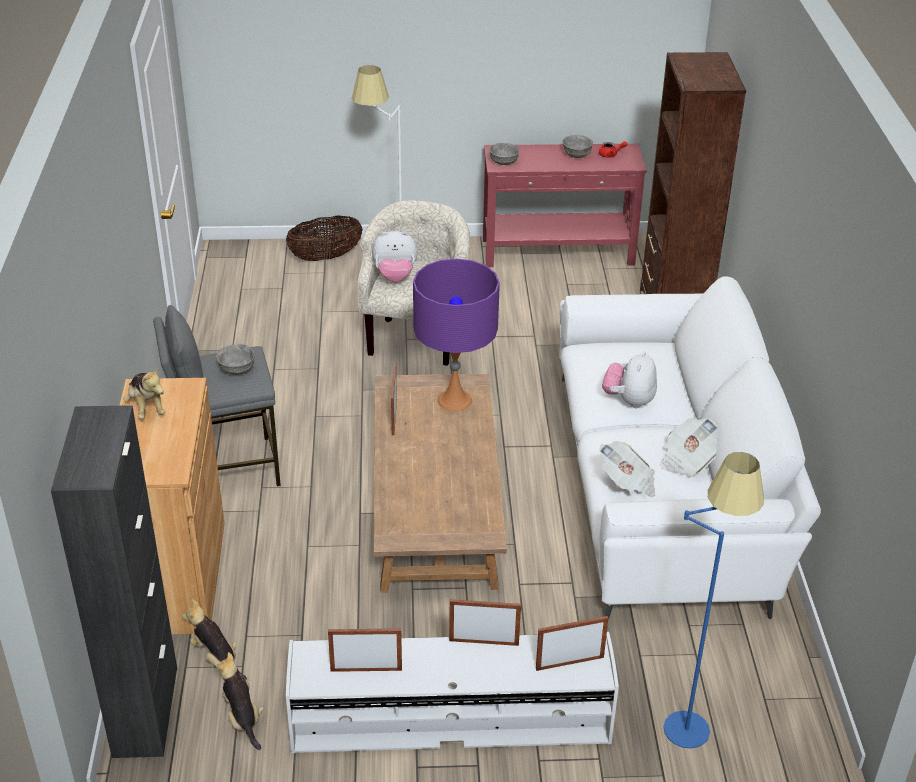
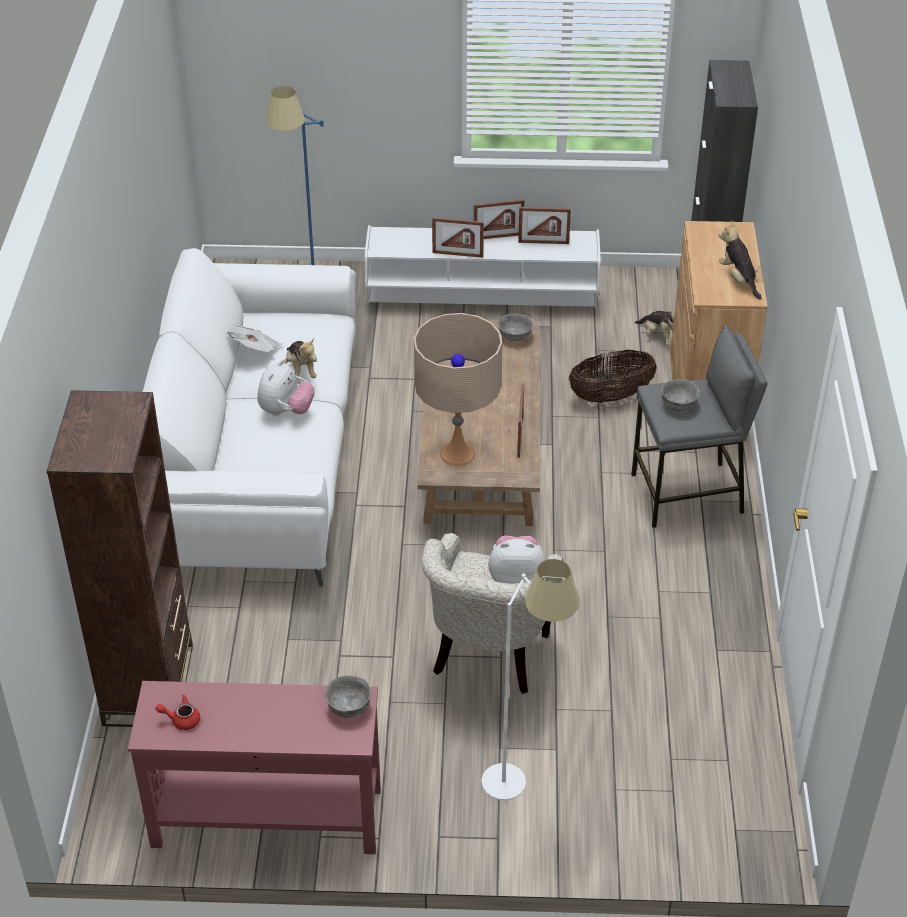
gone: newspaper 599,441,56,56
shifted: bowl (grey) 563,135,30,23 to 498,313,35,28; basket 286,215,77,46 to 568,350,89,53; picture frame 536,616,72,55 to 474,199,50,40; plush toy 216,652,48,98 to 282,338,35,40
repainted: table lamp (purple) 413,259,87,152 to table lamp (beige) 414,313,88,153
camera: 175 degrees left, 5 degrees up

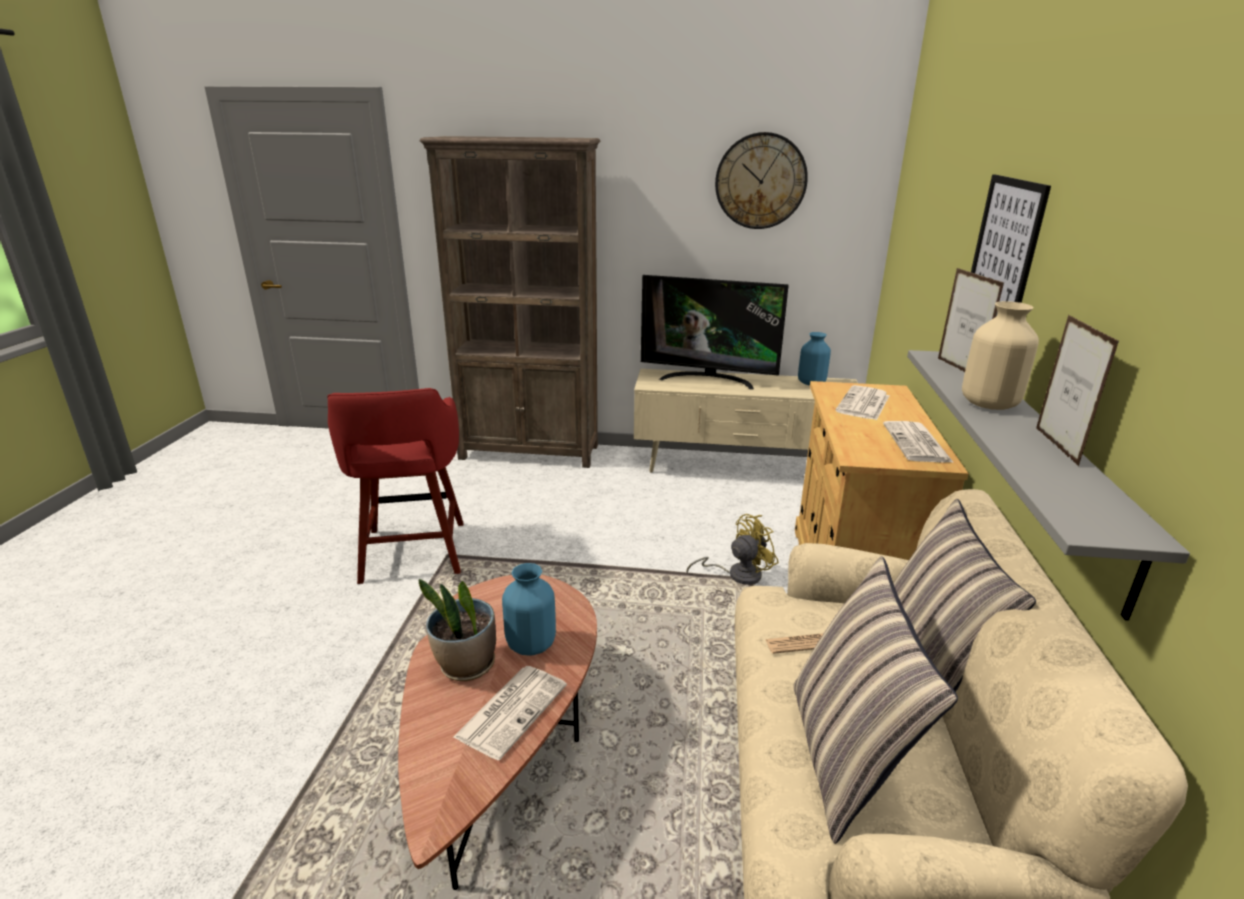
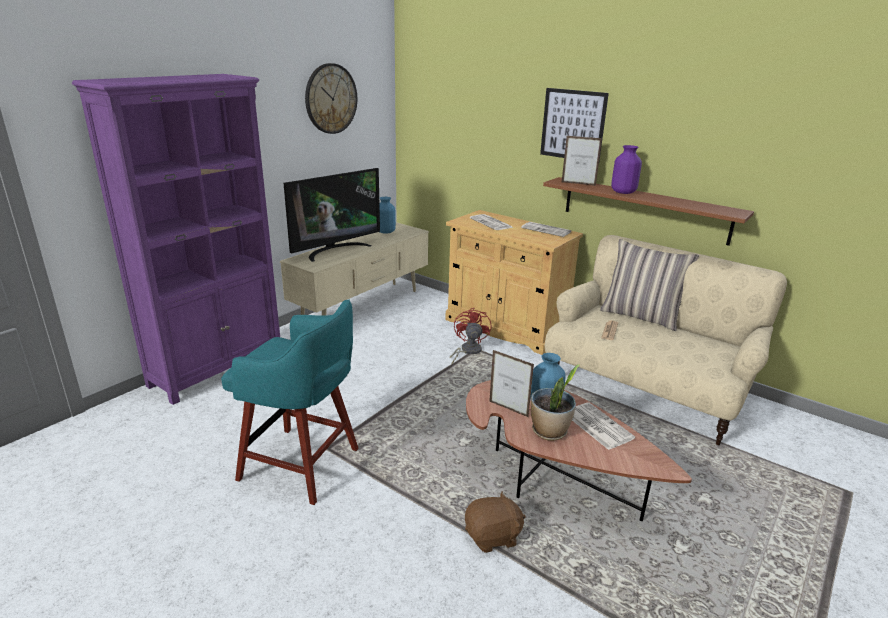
gone: pillow 793,556,165,288
new: plush toy (brown) 465,491,60,62
shifted: picture frame 1036,315,83,151 to 489,350,45,68
repainted: bookcase (brown) 419,136,181,332 to bookcase (purple) 72,74,208,331; vase (beige) 962,301,77,109 to vase (purple) 611,145,31,49; shelf (grey) 907,350,283,271 to shelf (brown) 543,177,211,69; stool (red) 327,388,137,196 to stool (turquoise) 221,299,138,206; fan (yellow) 687,514,92,71 to fan (red) 450,308,42,57
camera: 60 degrees left, 0 degrees up

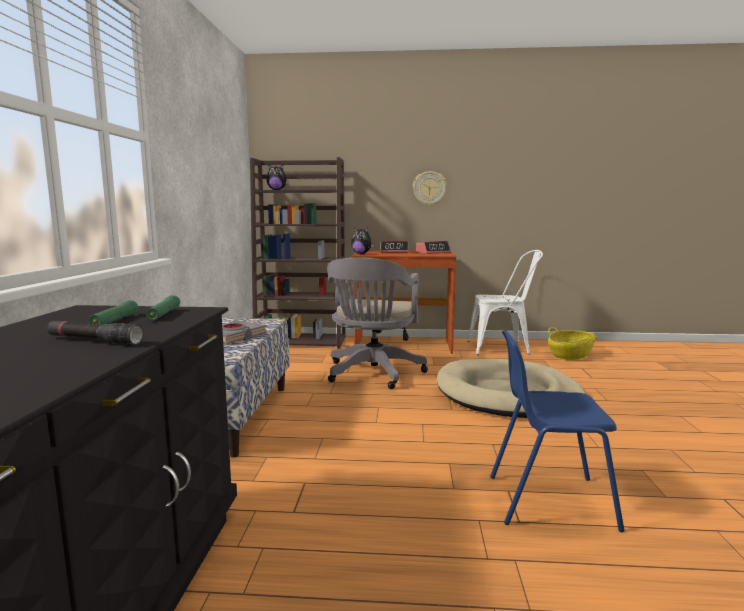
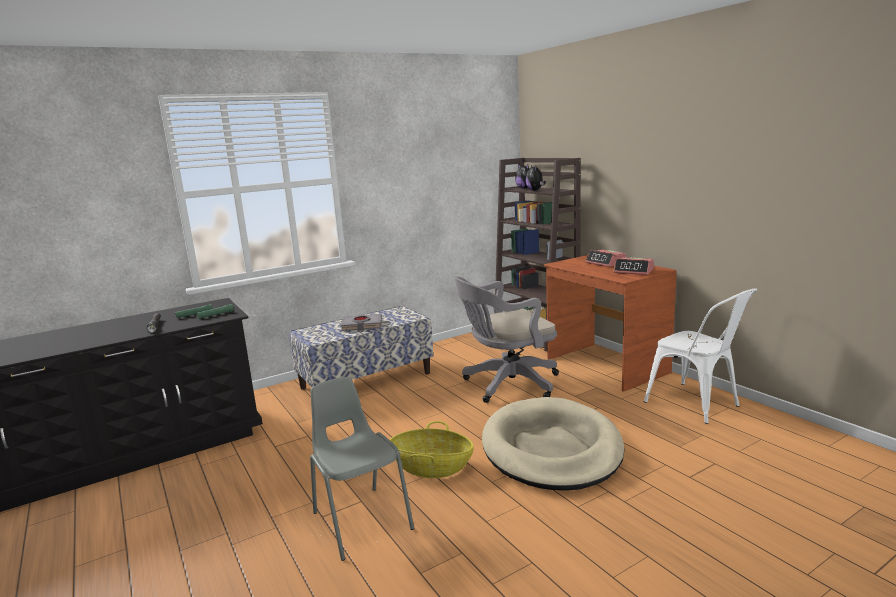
gone: wall clock 413,171,34,35
shifted: plush toy 351,227,24,27 to 526,165,20,26; basket 548,327,50,33 to 390,421,83,57
repainted: chair (blue) 490,330,134,202 to chair (grey) 310,377,104,184
camera: 55 degrees right, 5 degrees up

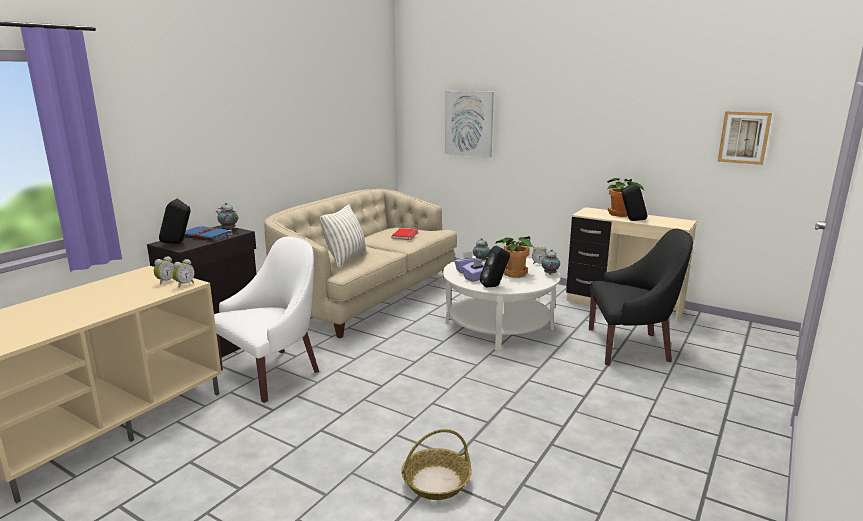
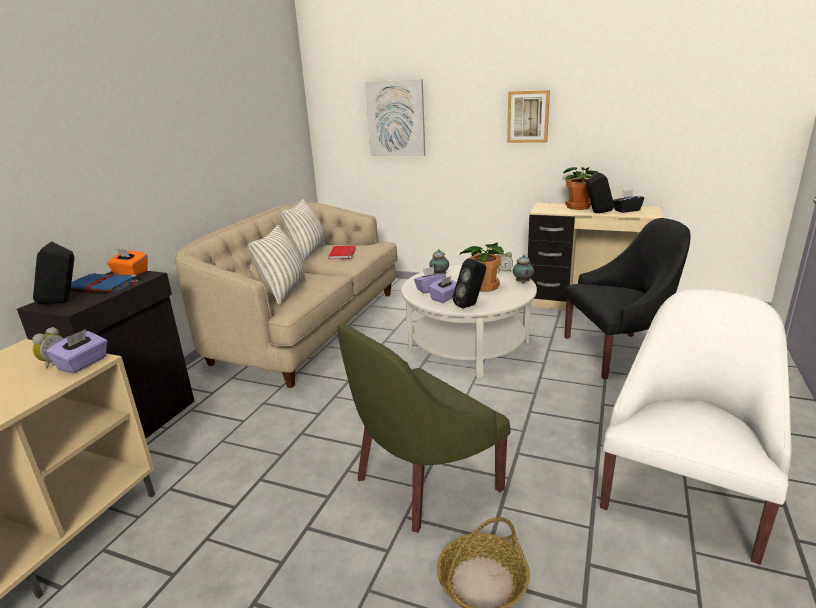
new: tissue box (black) 613,190,31,23; pillow 281,199,44,63; armchair (green) 337,324,174,209
shifted: picture 718,111,54,54 to 507,90,43,53; armchair (white) 214,237,105,166 to 600,289,192,276
swapped: teapot 216,202,22,28 to tissue box (orange) 107,249,41,26; alarm clock 172,259,23,28 to tissue box (purple) 46,329,61,45
camera: 10 degrees left, 5 degrees up

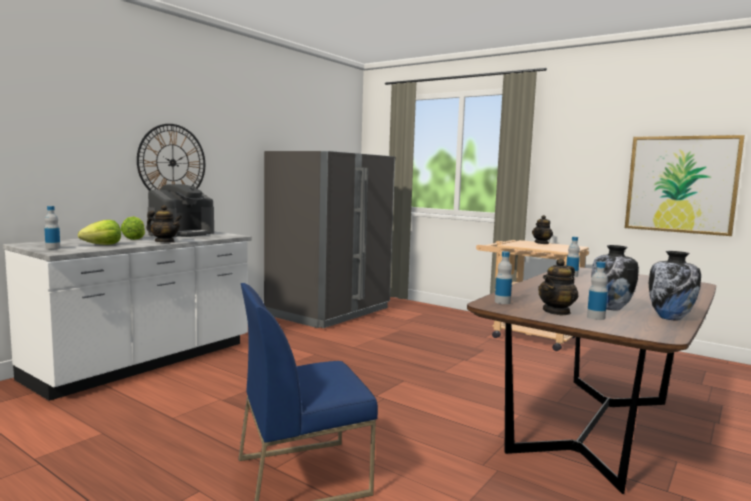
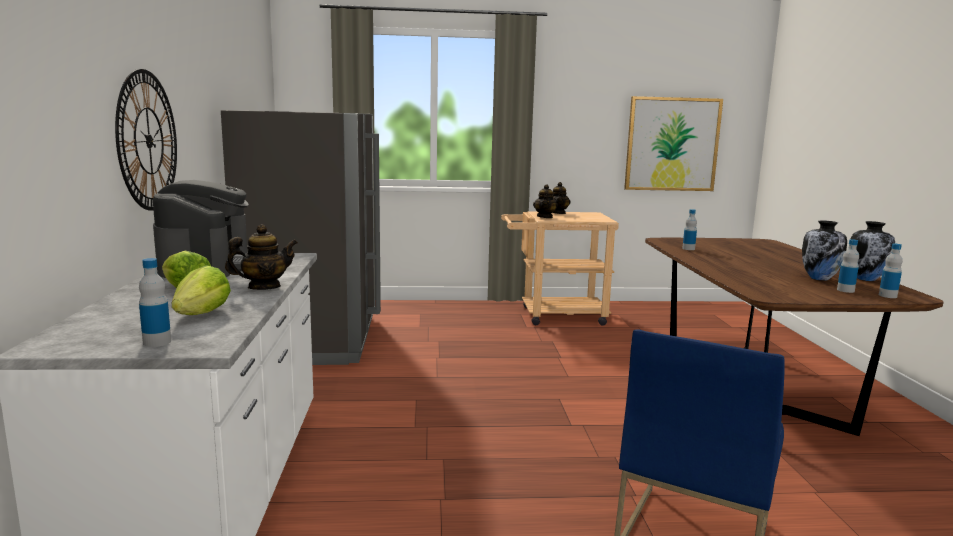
shifted: bottle 495,251,17,53 to 879,244,24,54; teapot 538,258,40,58 to 533,184,25,34
camera: 40 degrees left, 5 degrees up

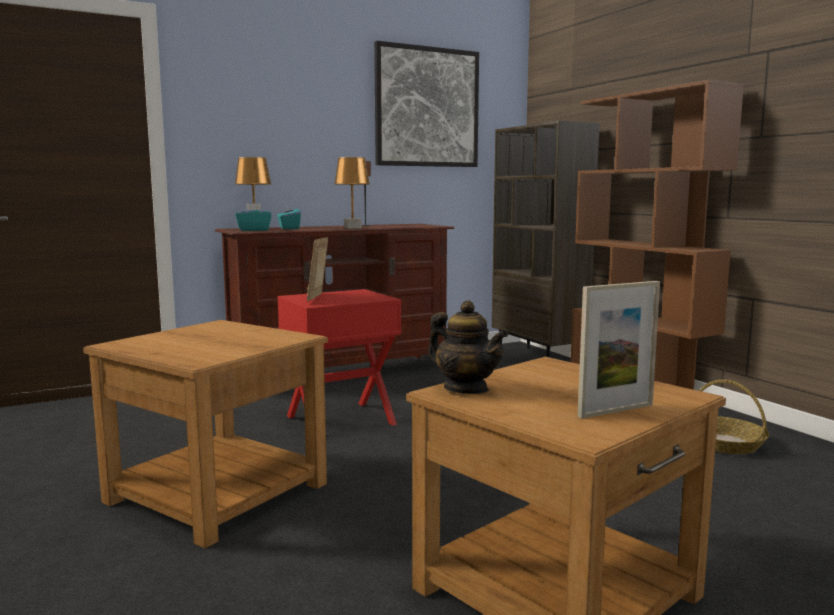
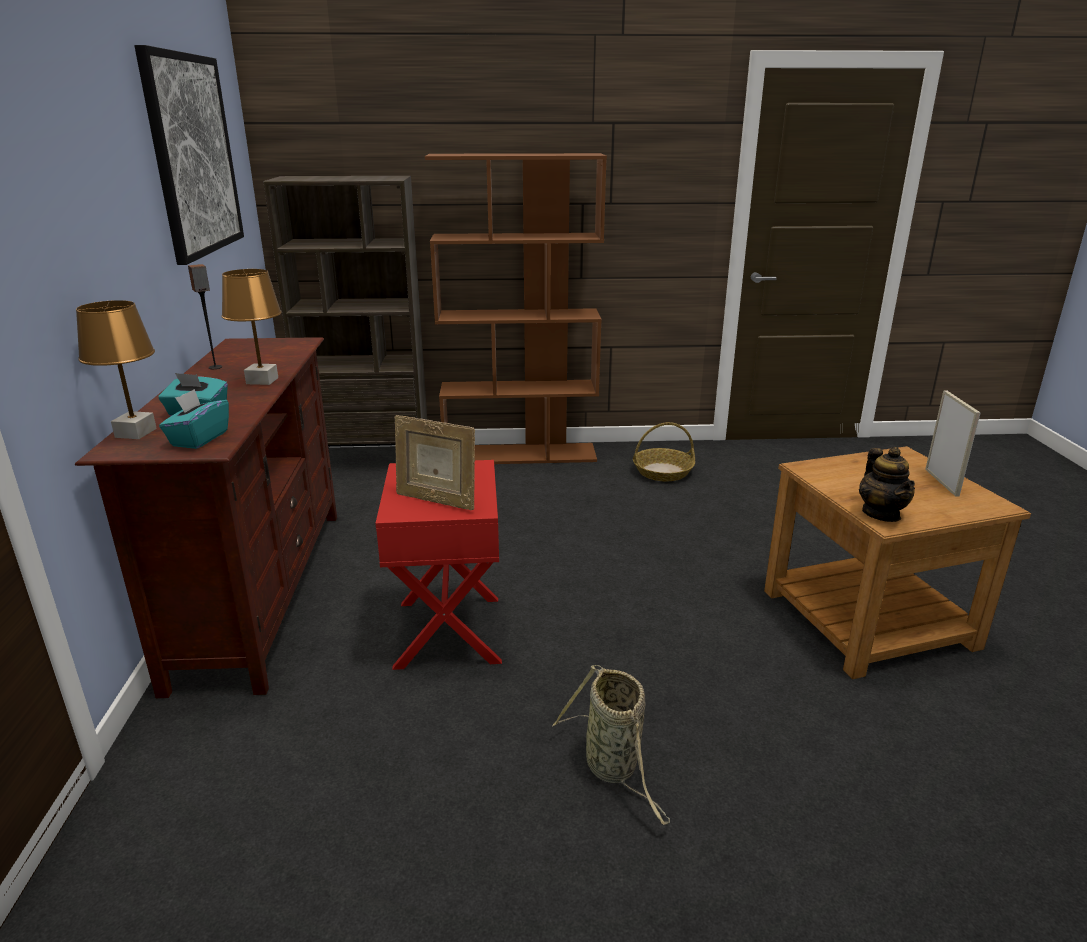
swapped: side table (brown) 83,320,245,228 to basket 553,665,117,160
rotated: teapot 428,300,80,94 = 859,447,56,75 105 degrees clockwise
camera: 65 degrees left, 15 degrees up

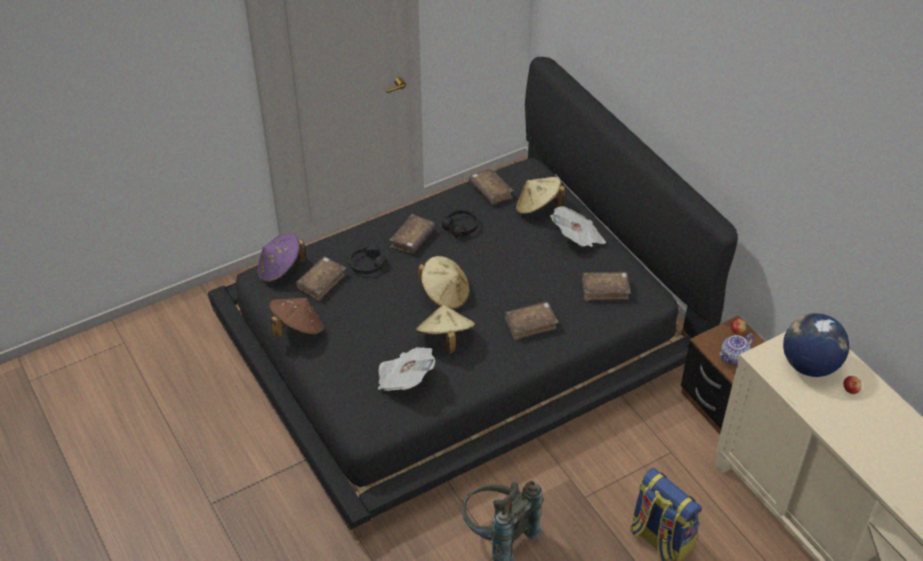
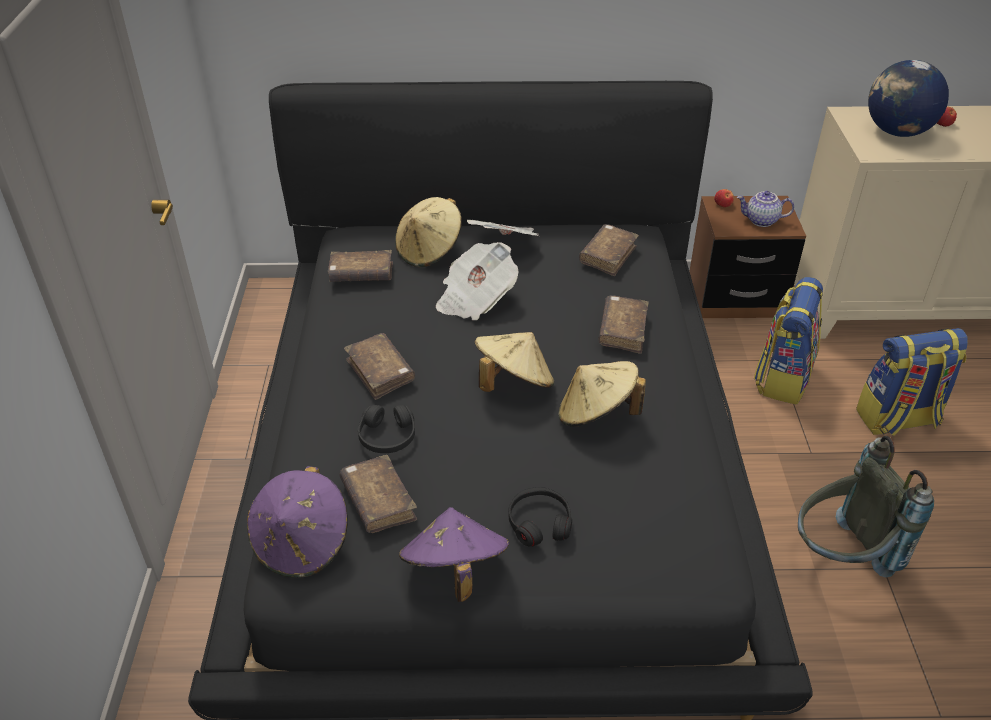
new: backpack 754,277,69,128
shifted: headphones (black) 442,209,36,29 to 508,487,64,59; newspaper 378,347,57,44 to 436,242,83,78
repainted: hat (brown) 269,298,54,39 to hat (purple) 399,507,110,95
rotated: teapot 719,333,35,32 = 737,191,57,36 105 degrees clockwise
camera: 60 degrees left, 5 degrees down

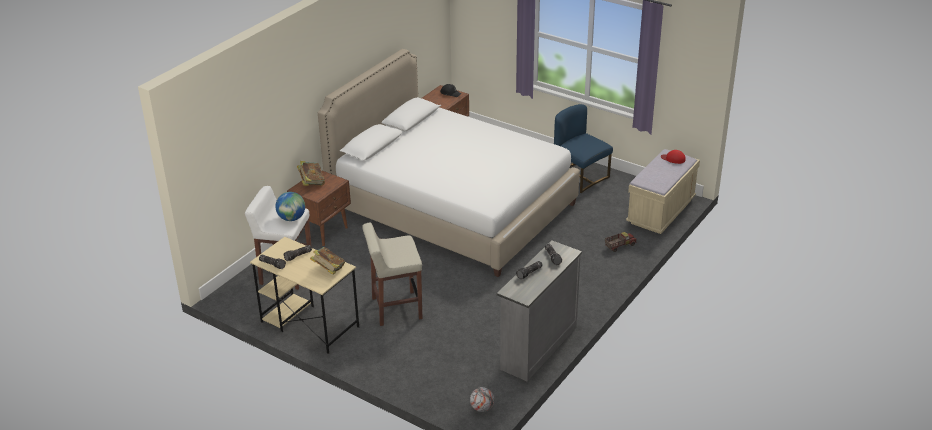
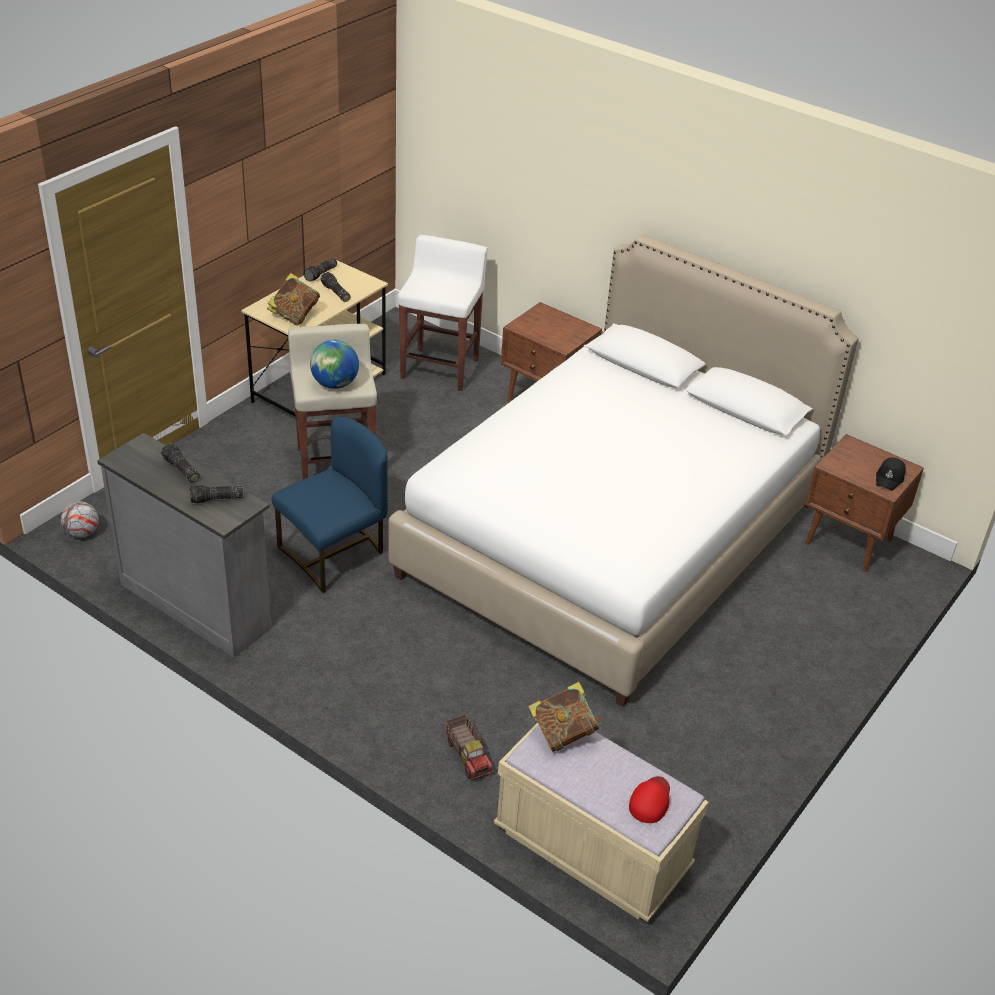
shifted: chair (blue) 554,104,59,89 to 272,417,116,176; book 297,161,28,25 to 528,682,74,70; globe 275,192,30,29 to 310,340,49,49
camera: 90 degrees right, 5 degrees up

